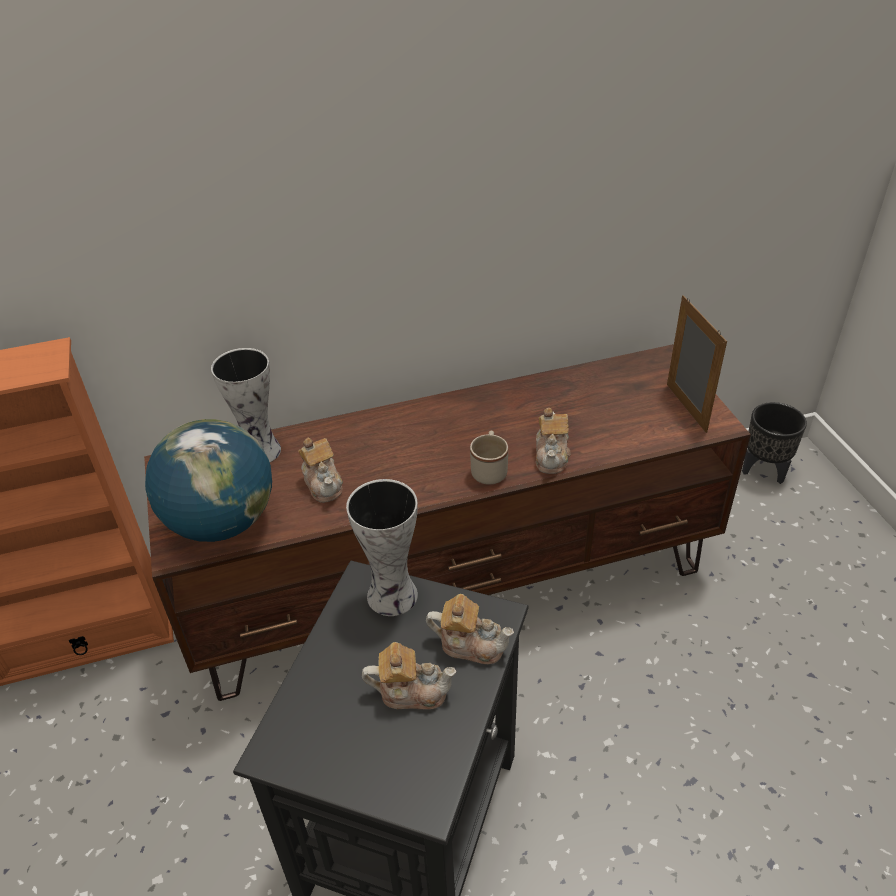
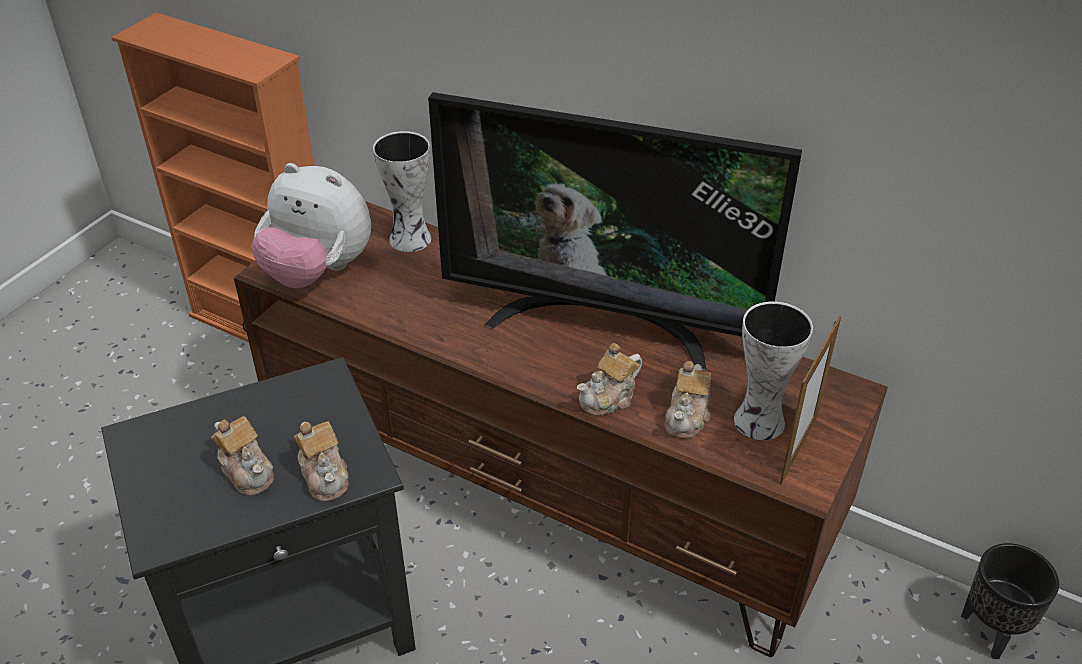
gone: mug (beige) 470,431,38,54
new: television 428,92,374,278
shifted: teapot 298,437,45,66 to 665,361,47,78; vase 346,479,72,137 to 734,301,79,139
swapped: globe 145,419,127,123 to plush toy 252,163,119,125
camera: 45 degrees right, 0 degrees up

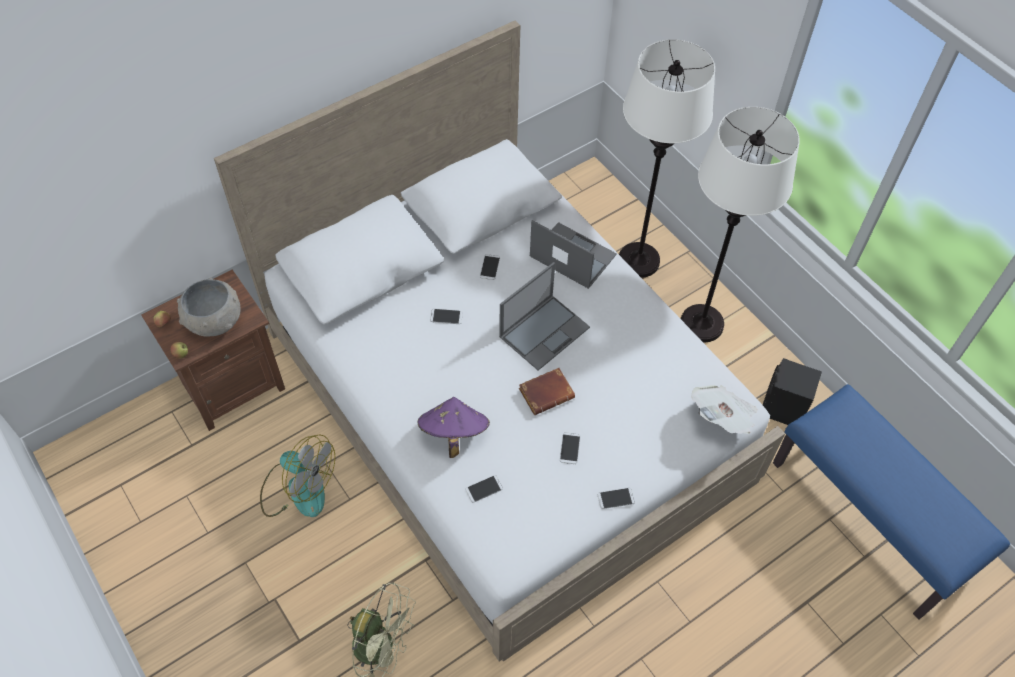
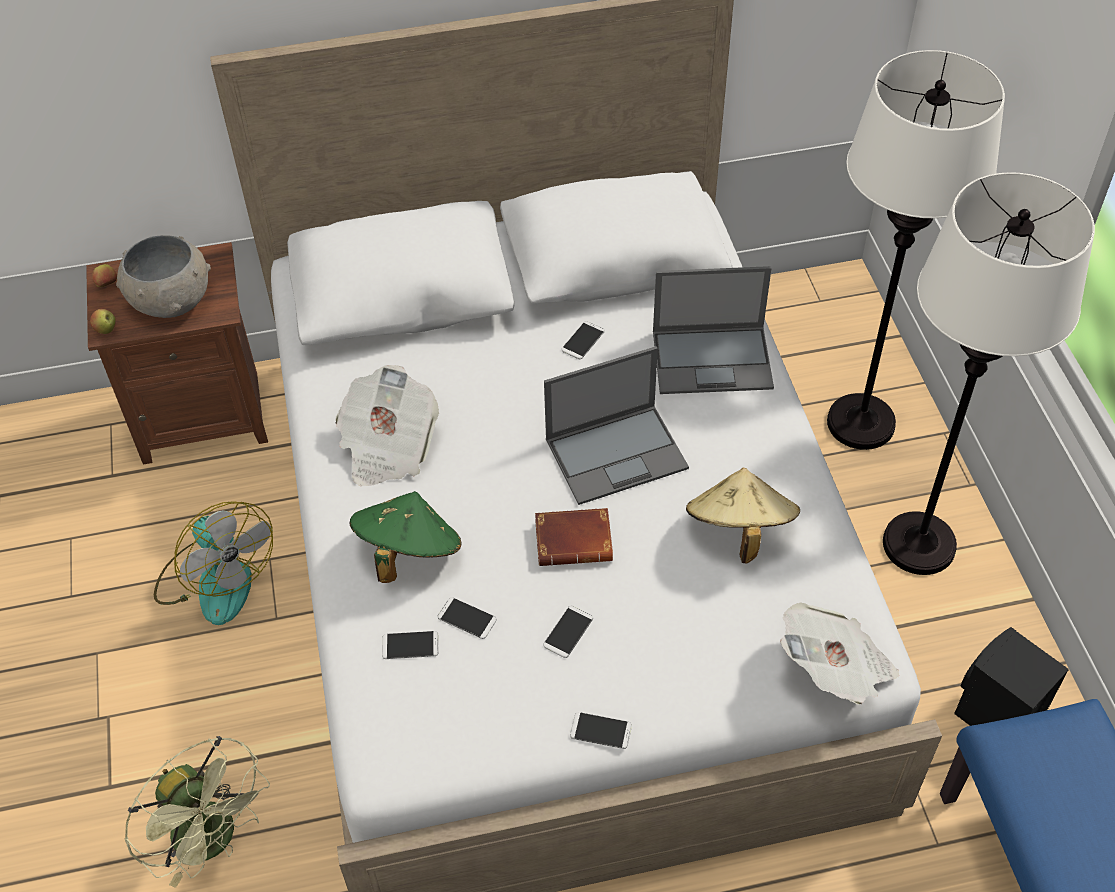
new: newspaper 335,365,104,121; hat (beige) 686,468,114,96
shifted: phone 430,309,33,15 to 438,597,59,42
repainted: hat (purple) 418,397,72,61 to hat (green) 349,491,113,92
rotated: laptop 530,220,87,69 = 653,266,121,128 120 degrees clockwise
camera: 25 degrees right, 5 degrees down

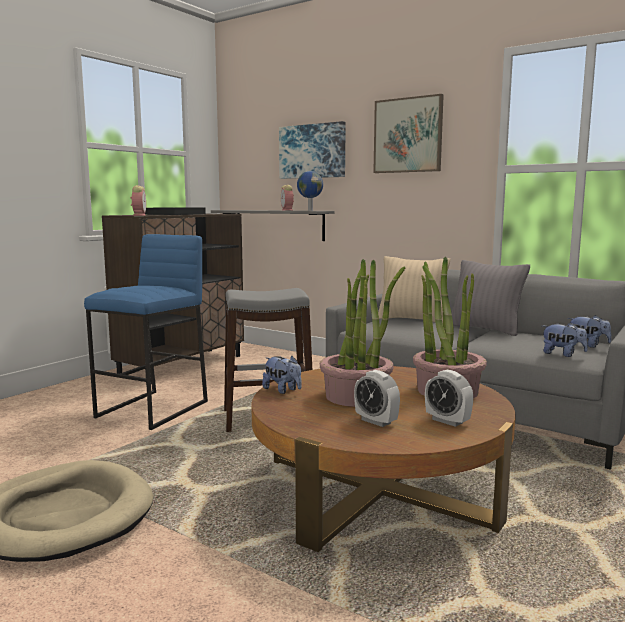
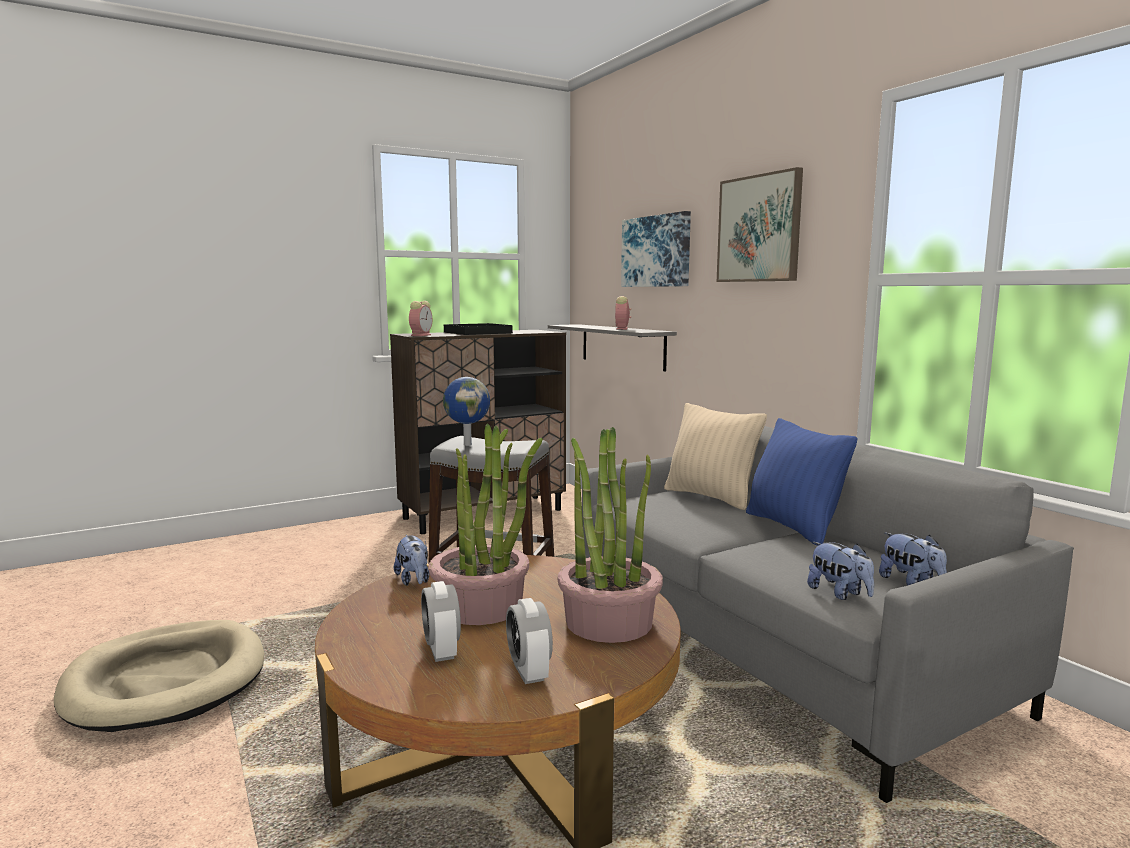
gone: stool (blue) 84,234,124,196
shifted: globe 297,171,26,40 to 443,377,47,69
repainted: pillow (grey) 451,260,79,76 to pillow (blue) 746,418,111,128
camera: 25 degrees right, 0 degrees up

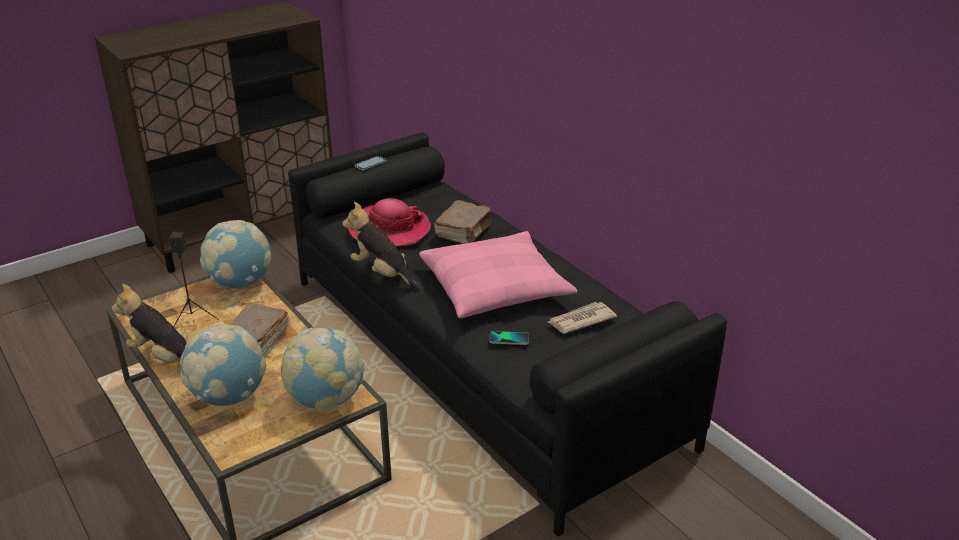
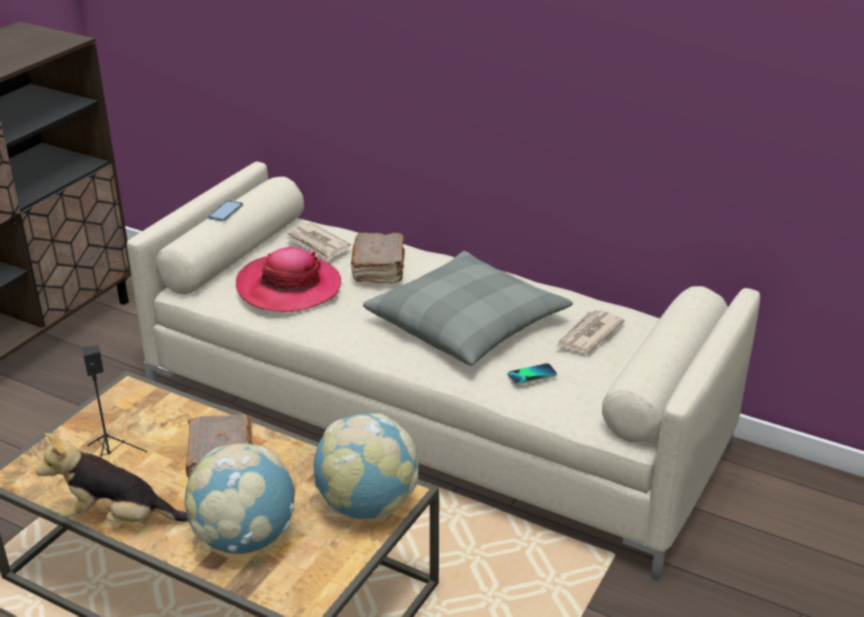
gone: plush toy 342,202,79,88; globe 200,220,71,68
new: newspaper 286,222,65,39
repainted: sofa (black) 288,132,439,405 to sofa (beige) 127,162,633,420; pillow (pink) 419,231,159,87 to pillow (grey) 363,251,210,115
camera: 25 degrees left, 0 degrees up

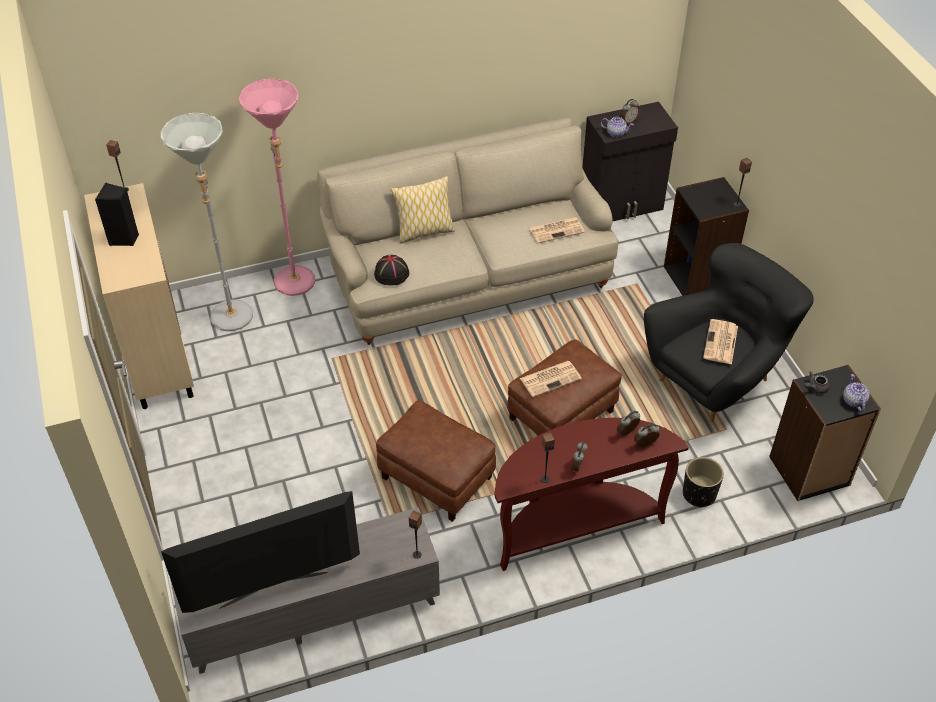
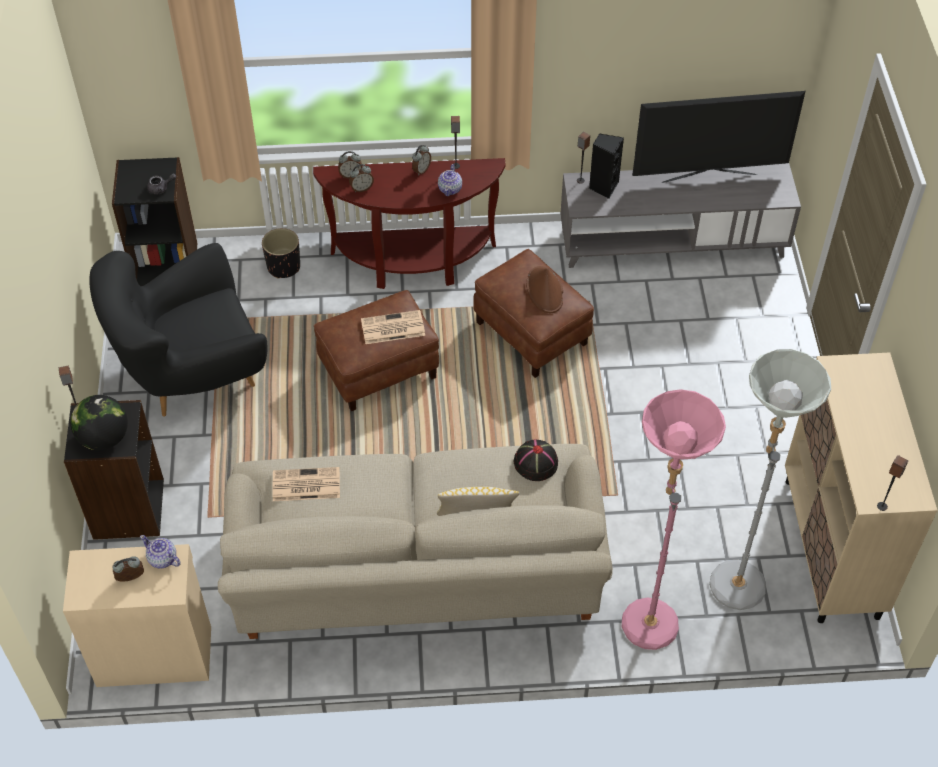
gone: newspaper 703,319,35,45
new: hat (brown) 526,266,37,47; globe 70,395,58,55
shifted: speaker (black) 95,183,44,63 to 589,134,35,65; teapot 843,374,27,37 to 438,164,24,32
repainted: cabinet (black) 582,102,96,119 to cabinet (beige) 63,544,148,143
camera: 165 degrees left, 5 degrees up

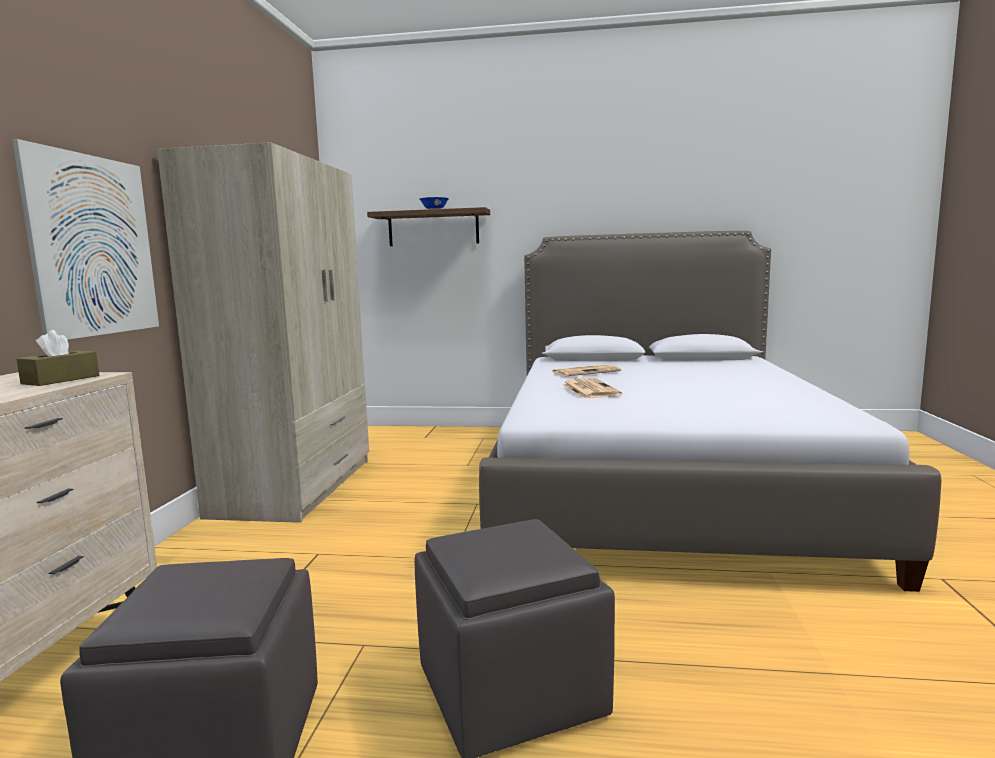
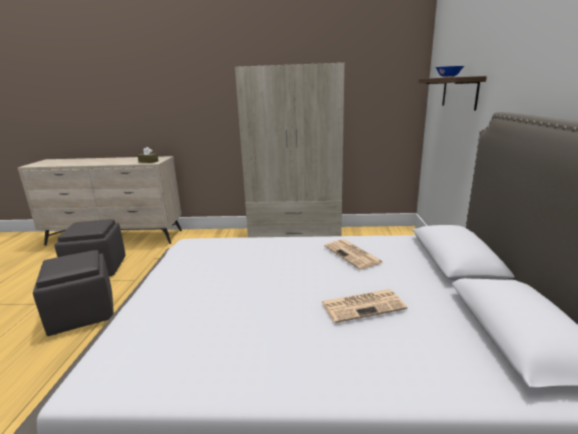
gone: picture 12,139,147,201
shifted: newspaper 562,378,60,20 to 322,289,85,34
camera: 85 degrees right, 10 degrees up

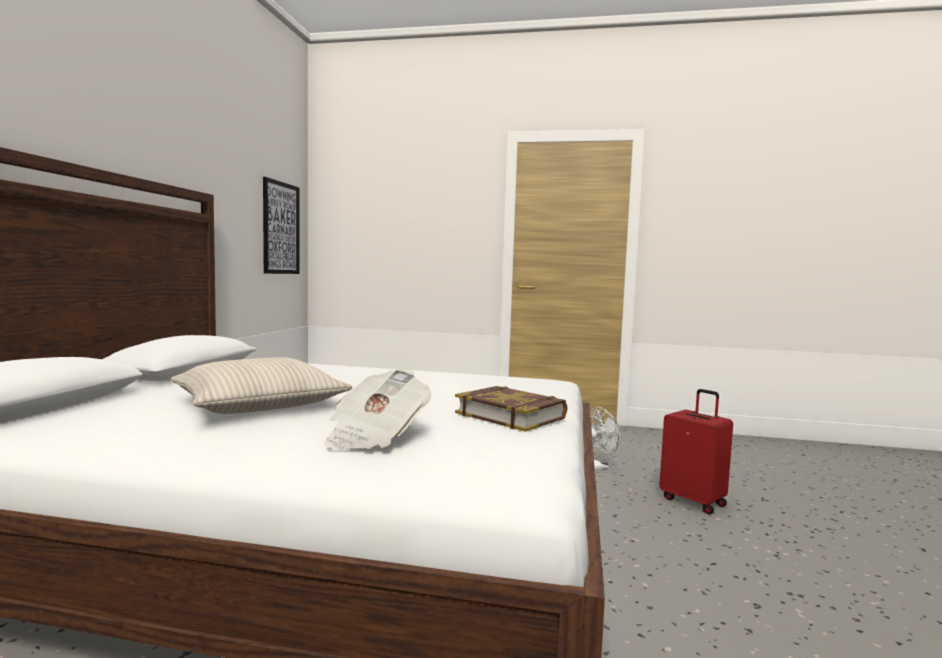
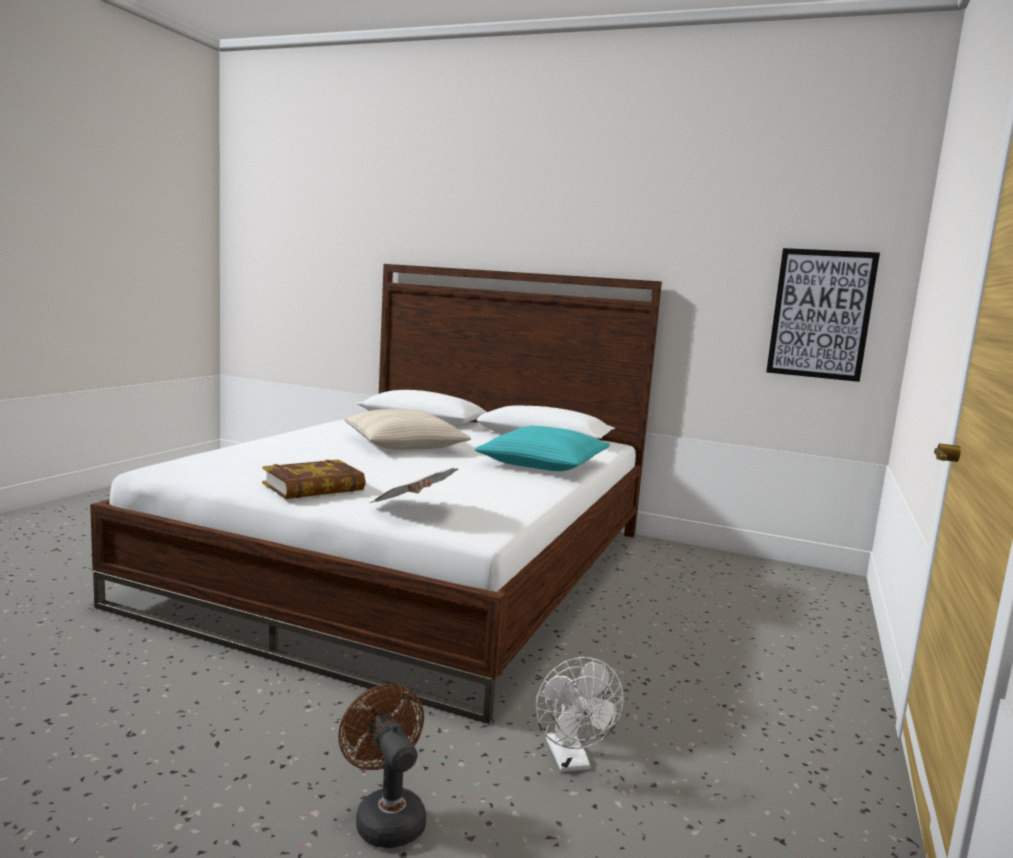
new: pillow (turquoise) 475,426,135,45
shifted: newspaper 324,369,107,81 to 369,468,89,35
swapped: suitcase (red) 659,389,74,125 to fan (brown) 338,684,88,164
camera: 100 degrees right, 5 degrees up

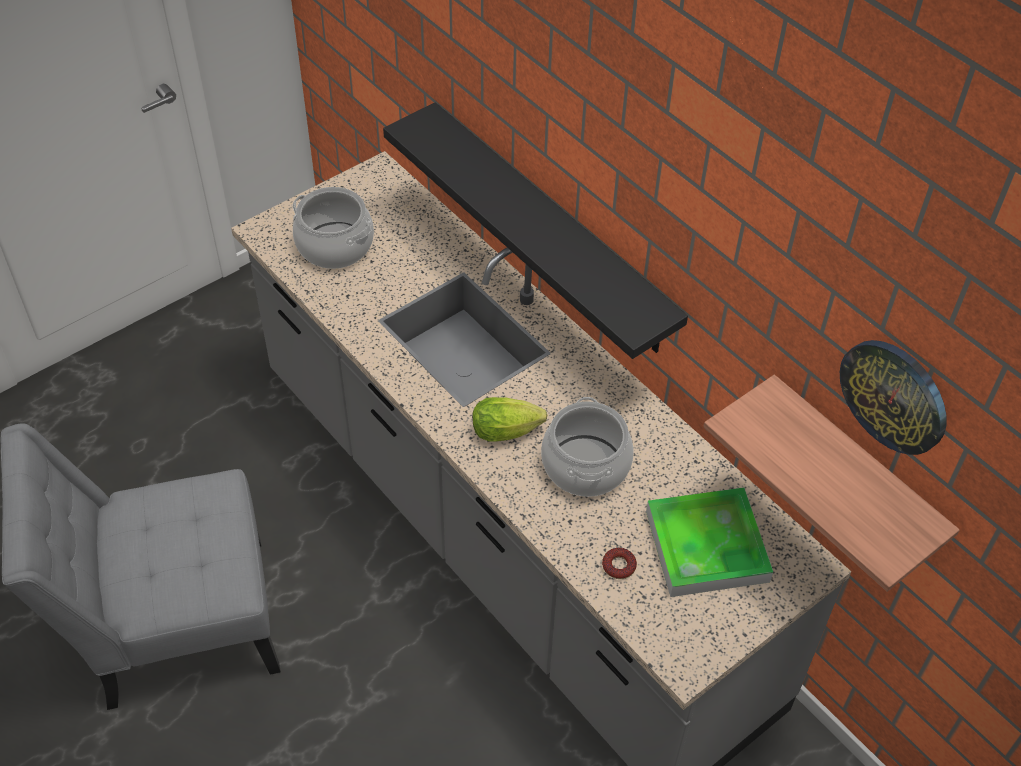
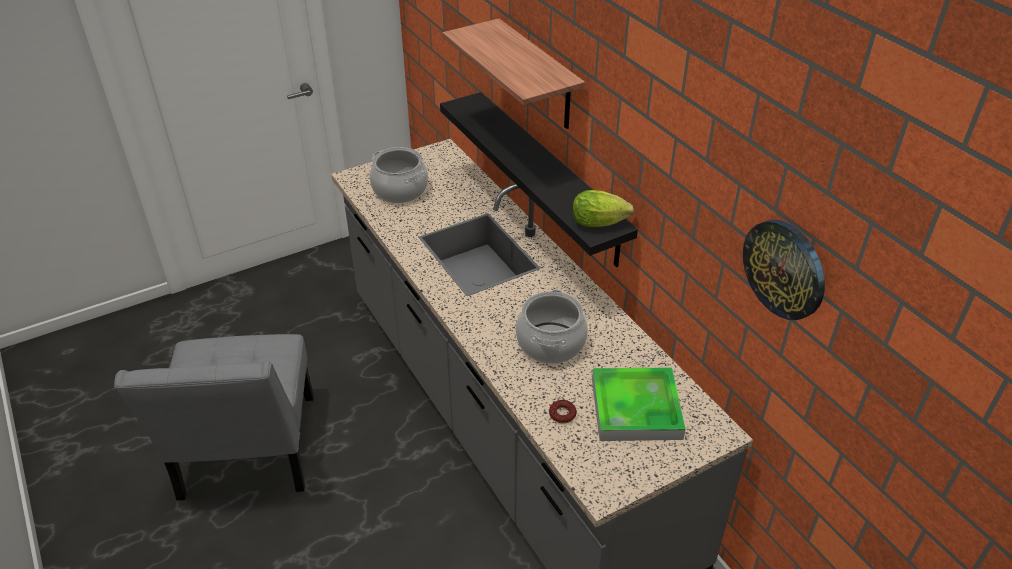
shifted: shelf 703,375,257,217 to 442,19,143,110; lettuce 472,397,75,45 to 573,190,61,37
rotated: chair (grey) 1,423,280,287 = 114,334,200,167 90 degrees counterclockwise
camera: 10 degrees right, 10 degrees down

